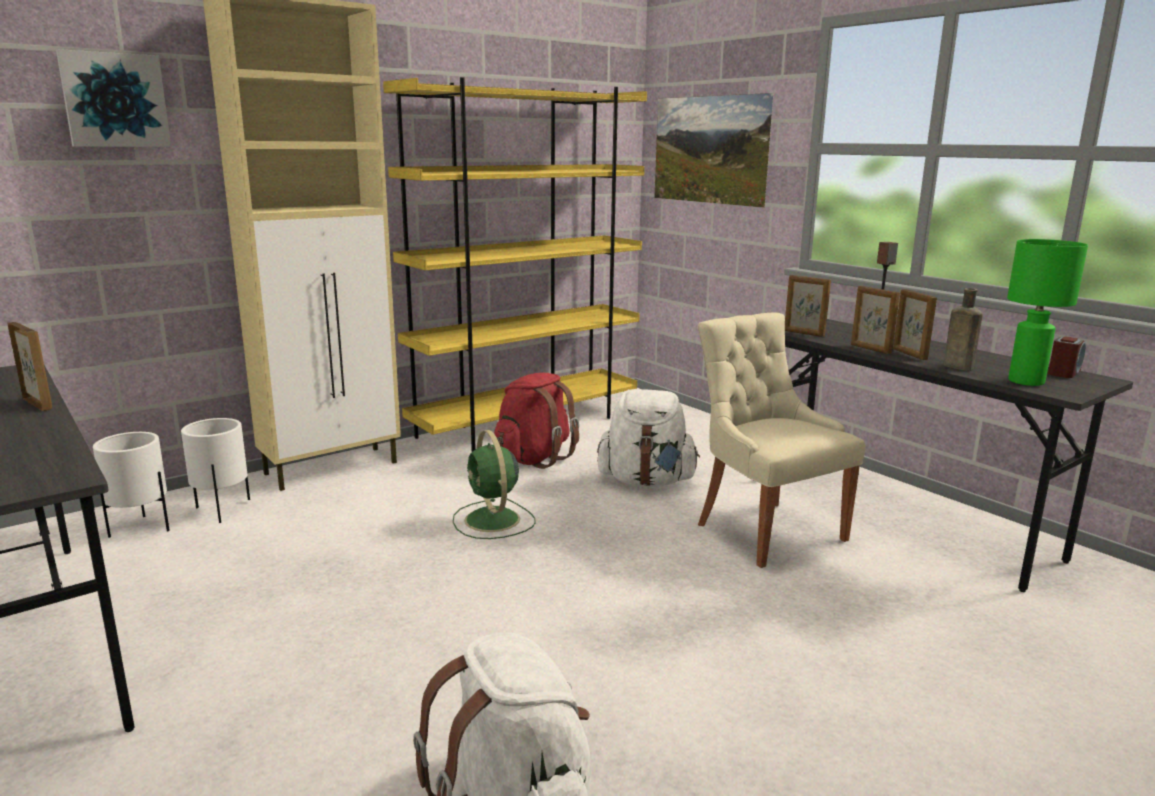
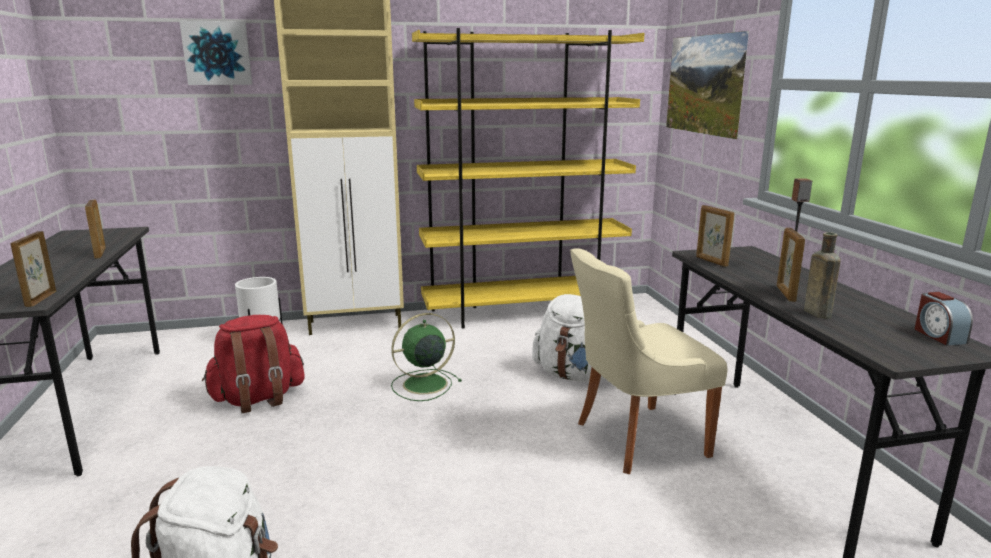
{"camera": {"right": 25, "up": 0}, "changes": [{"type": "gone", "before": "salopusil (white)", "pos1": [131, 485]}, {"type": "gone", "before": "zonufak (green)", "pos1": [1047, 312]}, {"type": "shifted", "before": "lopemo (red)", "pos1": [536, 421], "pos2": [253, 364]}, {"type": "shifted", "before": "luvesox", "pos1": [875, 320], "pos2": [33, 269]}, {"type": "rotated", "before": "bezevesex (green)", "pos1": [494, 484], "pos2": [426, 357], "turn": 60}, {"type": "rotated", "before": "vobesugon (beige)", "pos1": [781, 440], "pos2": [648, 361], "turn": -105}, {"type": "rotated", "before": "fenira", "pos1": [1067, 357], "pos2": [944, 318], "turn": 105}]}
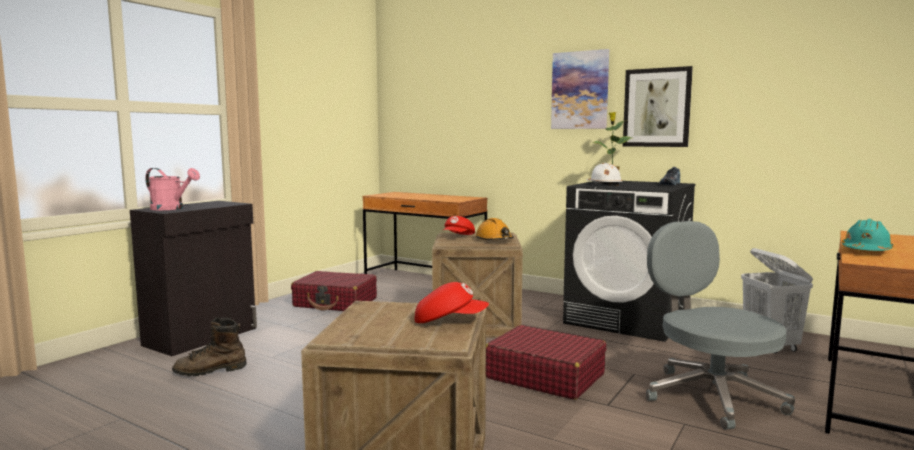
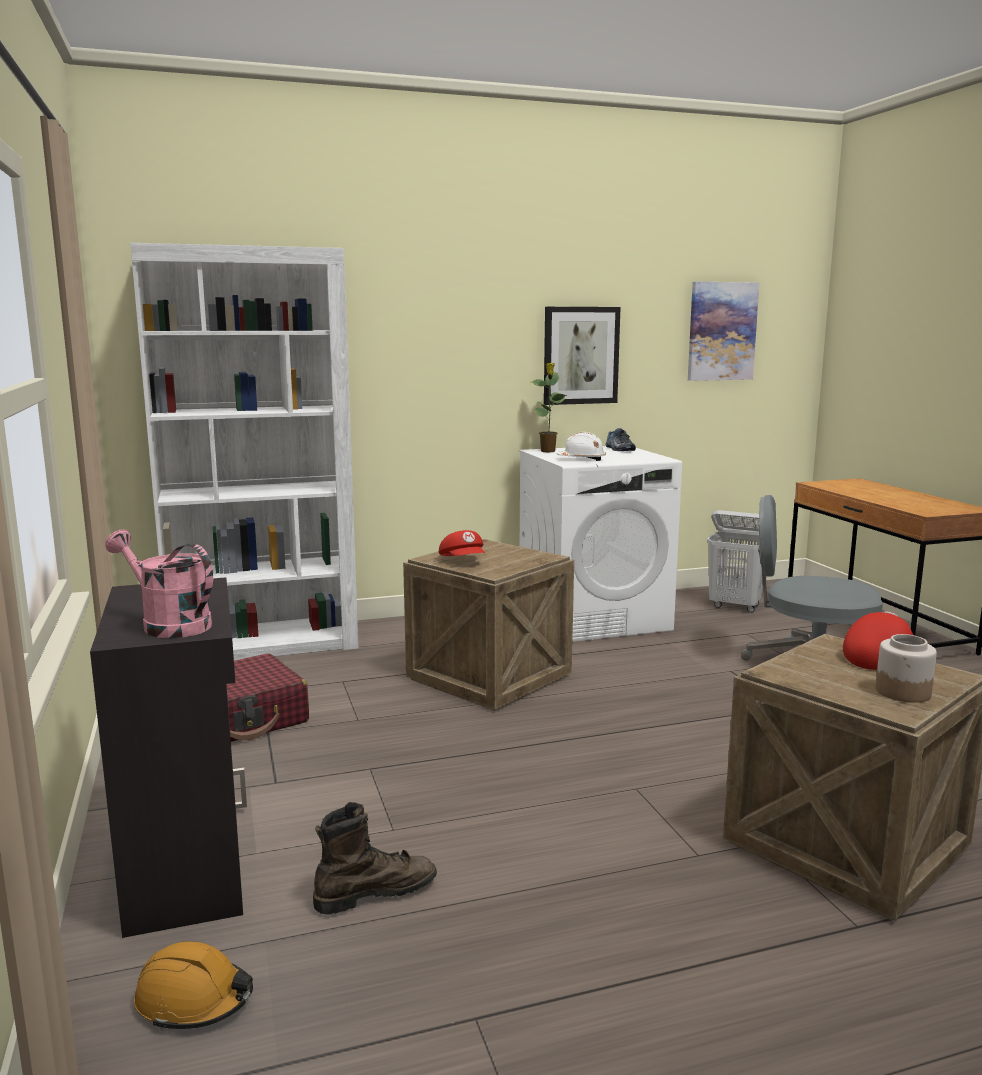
{"camera": {"right": -50, "up": 5}, "changes": [{"type": "gone", "before": "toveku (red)", "pos1": [546, 362]}, {"type": "gone", "before": "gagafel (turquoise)", "pos1": [868, 235]}, {"type": "new", "after": "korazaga", "pos2": [906, 668]}, {"type": "shifted", "before": "gagafel (orange)", "pos1": [495, 229], "pos2": [193, 986]}, {"type": "shifted", "before": "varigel", "pos1": [580, 89], "pos2": [723, 331]}, {"type": "swapped", "before": "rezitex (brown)", "after": "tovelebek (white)", "pos1": [424, 233], "pos2": [244, 452]}, {"type": "repainted", "before": "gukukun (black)", "after": "gukukun (white)", "pos1": [629, 261], "pos2": [600, 544]}, {"type": "rotated", "before": "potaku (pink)", "pos1": [172, 189], "pos2": [159, 584], "turn": -120}, {"type": "rotated", "before": "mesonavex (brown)", "pos1": [209, 346], "pos2": [375, 858], "turn": -135}]}
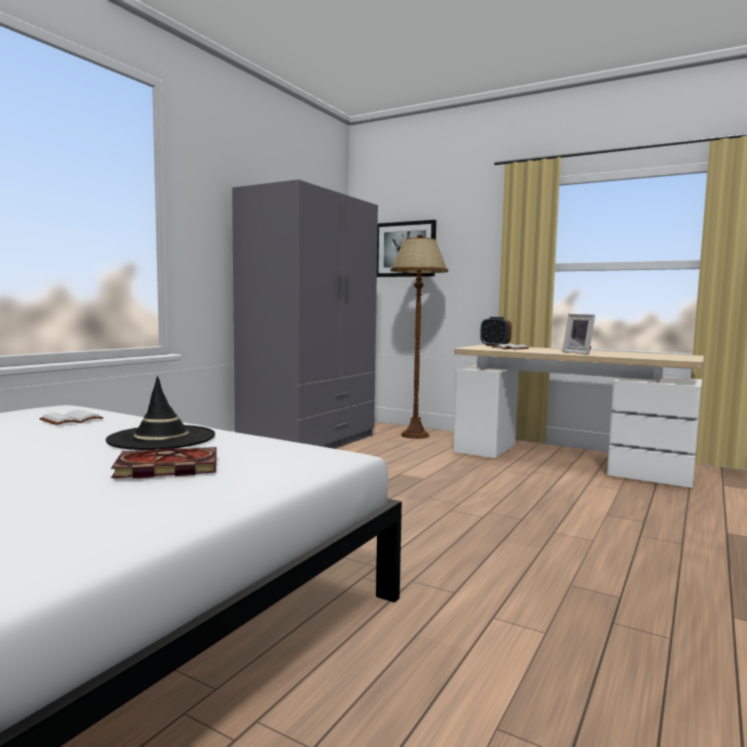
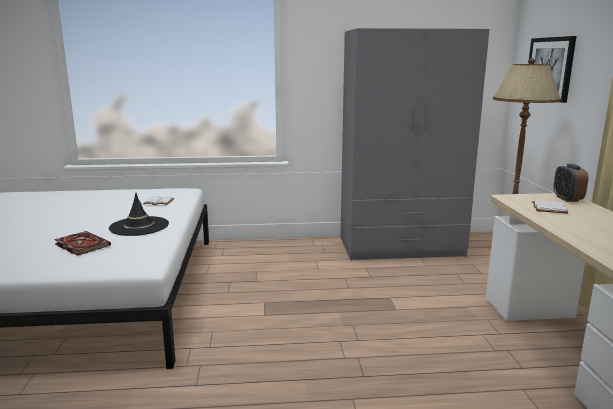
{"camera": {"right": 55, "up": 10}, "changes": [{"type": "gone", "before": "luvesox", "pos1": [578, 334]}]}
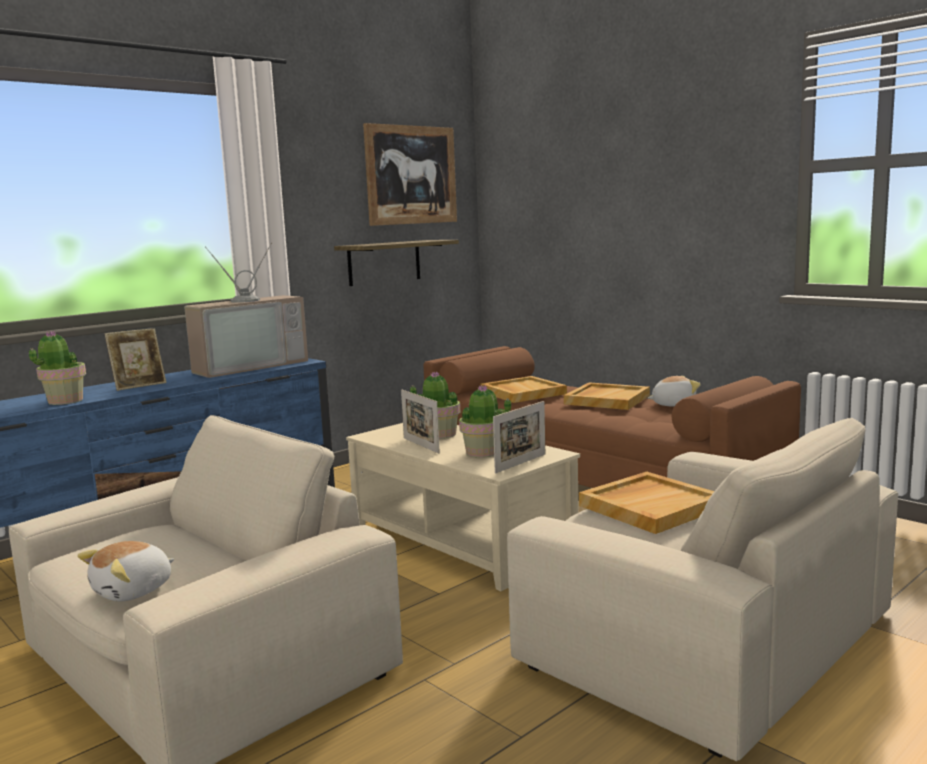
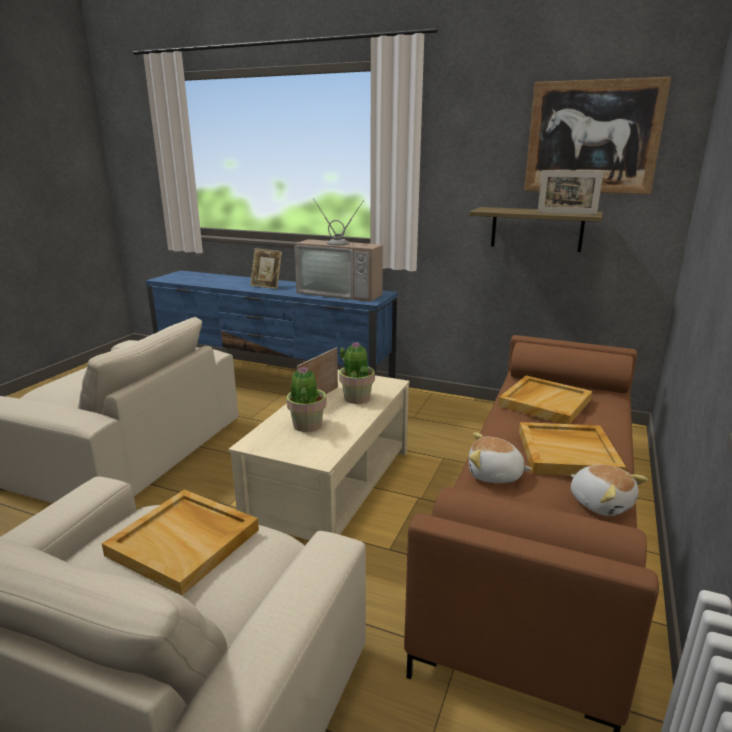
{"camera": {"right": 65, "up": 10}, "changes": [{"type": "gone", "before": "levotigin", "pos1": [57, 368]}, {"type": "shifted", "before": "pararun", "pos1": [125, 571], "pos2": [500, 457]}, {"type": "shifted", "before": "luvesox", "pos1": [519, 437], "pos2": [570, 192]}]}
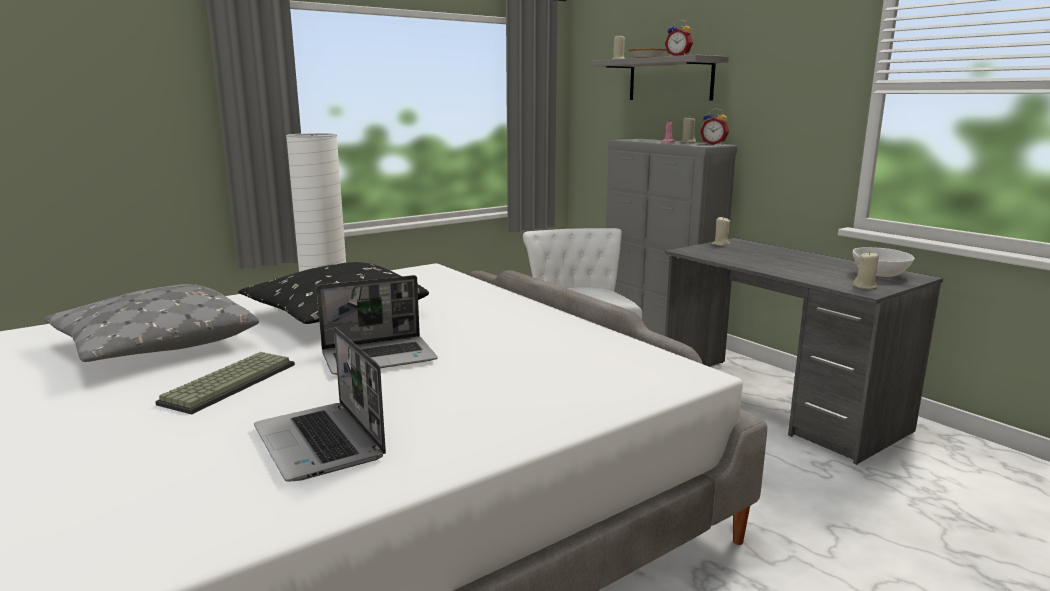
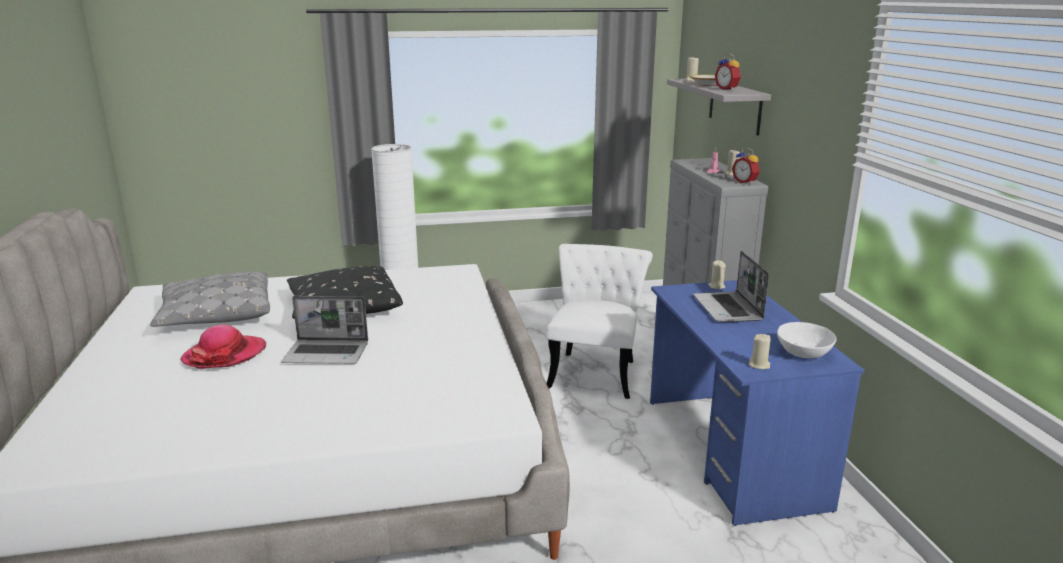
{"camera": {"right": 25, "up": 5}, "changes": [{"type": "shifted", "before": "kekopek", "pos1": [320, 404], "pos2": [731, 286]}, {"type": "swapped", "before": "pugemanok", "after": "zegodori", "pos1": [225, 383], "pos2": [223, 346]}, {"type": "repainted", "before": "rezitex (grey)", "after": "rezitex (blue)", "pos1": [804, 351], "pos2": [757, 403]}]}
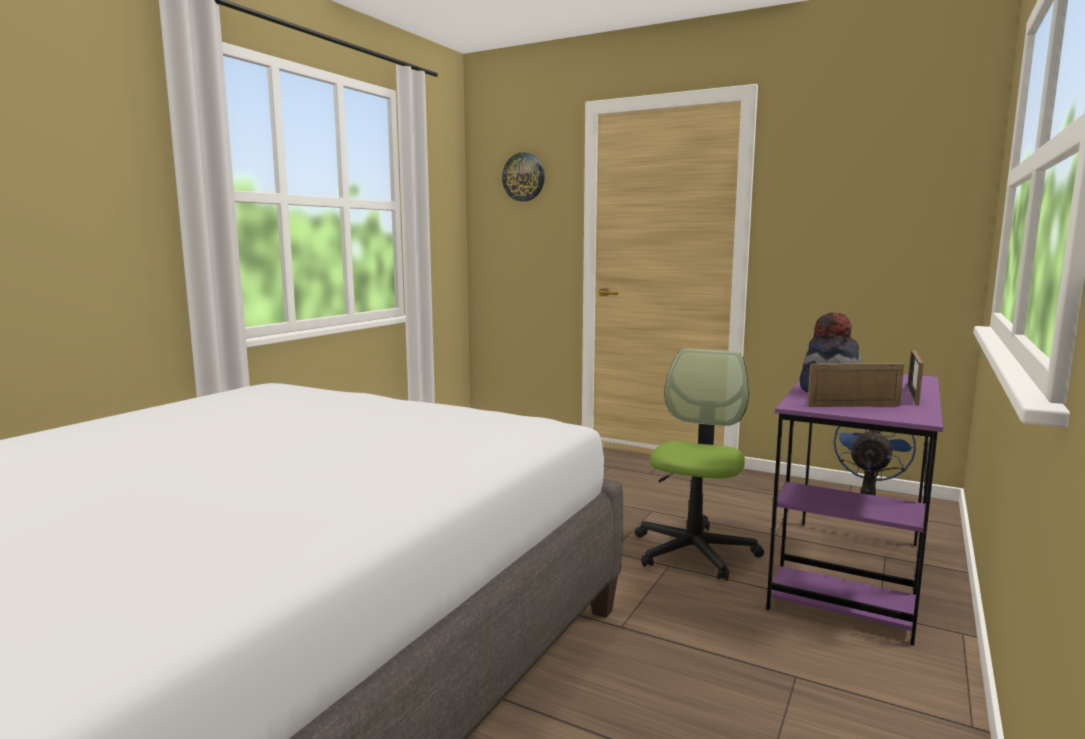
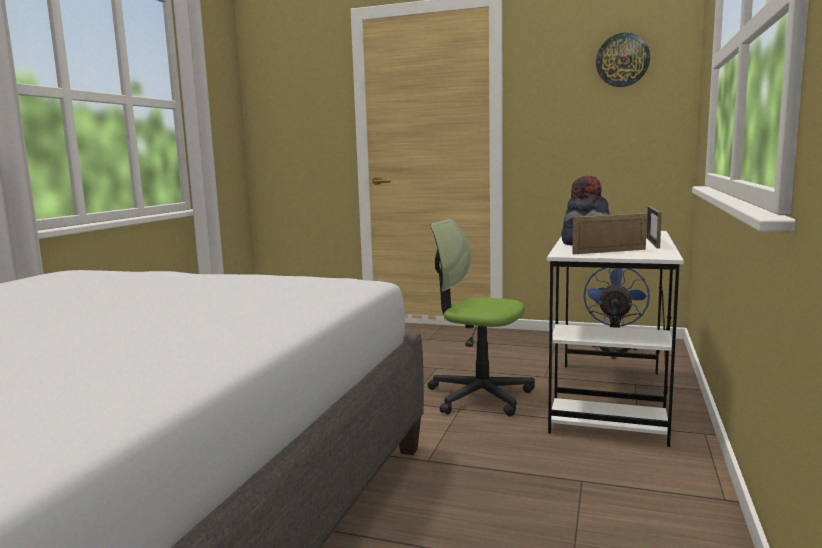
{"camera": {"right": -10, "up": 0}, "changes": [{"type": "shifted", "before": "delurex", "pos1": [523, 177], "pos2": [623, 60]}, {"type": "repainted", "before": "rezitex (purple)", "after": "rezitex (white)", "pos1": [854, 510], "pos2": [615, 339]}, {"type": "rotated", "before": "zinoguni", "pos1": [699, 464], "pos2": [481, 318], "turn": -75}]}
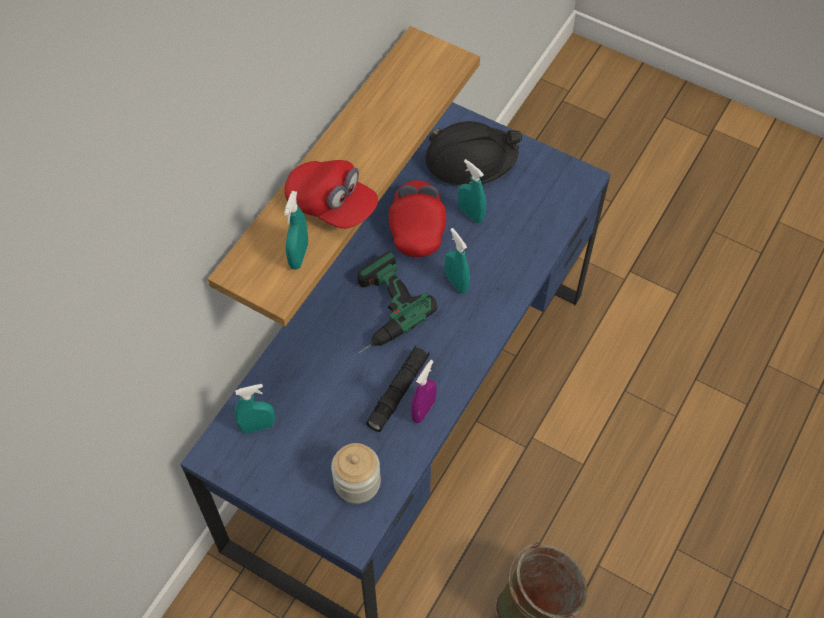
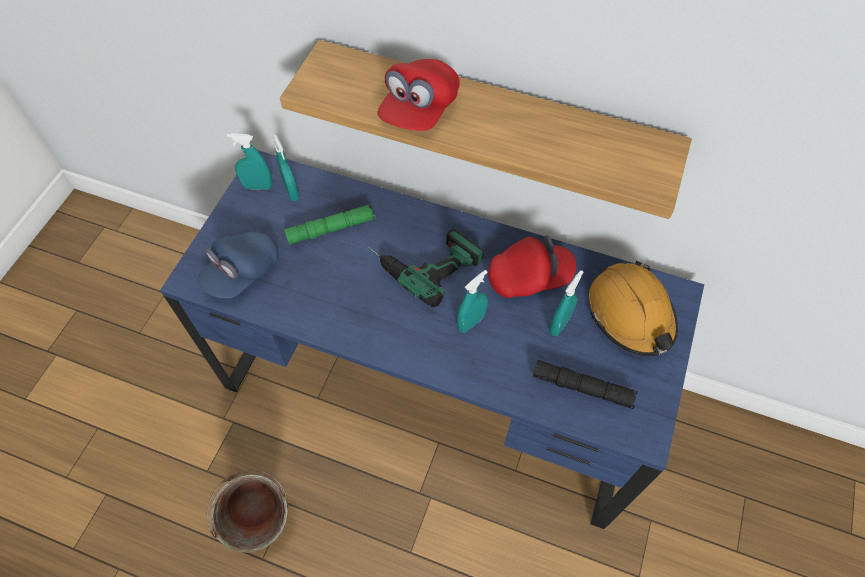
{"camera": {"right": 80, "up": 0}, "changes": [{"type": "gone", "before": "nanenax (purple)", "pos1": [424, 391]}, {"type": "new", "after": "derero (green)", "pos2": [330, 224]}, {"type": "shifted", "before": "nanenax (turquoise)", "pos1": [296, 230], "pos2": [249, 161]}, {"type": "shifted", "before": "derero (black)", "pos1": [398, 388], "pos2": [585, 384]}, {"type": "swapped", "before": "korazaga", "after": "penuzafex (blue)", "pos1": [356, 473], "pos2": [238, 264]}, {"type": "repainted", "before": "gagafel (black)", "after": "gagafel (orange)", "pos1": [473, 153], "pos2": [633, 308]}]}
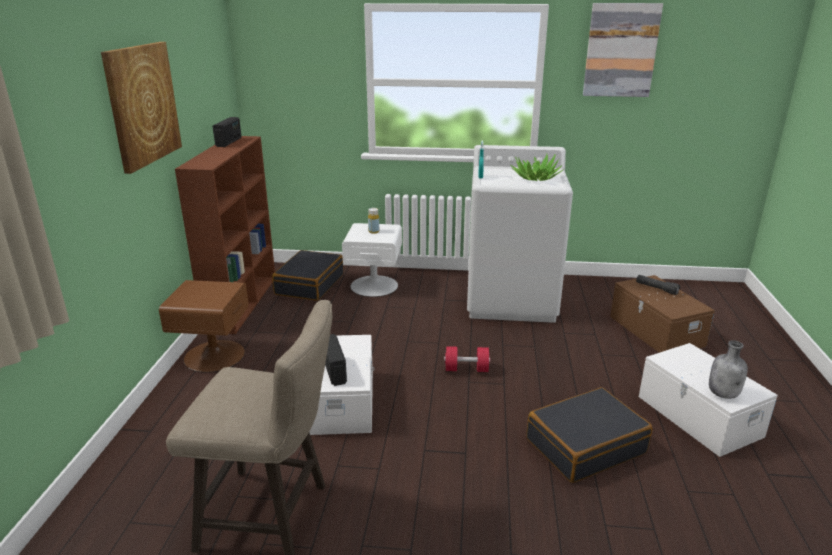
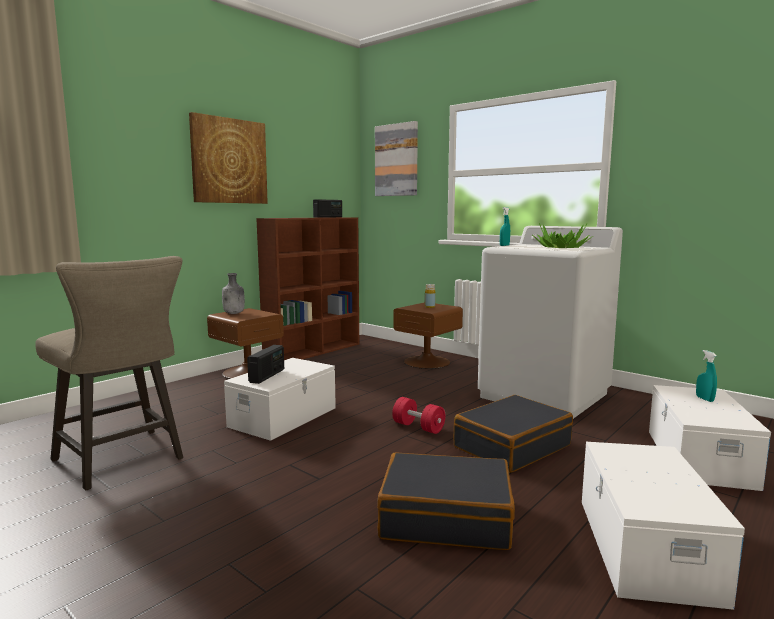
{"camera": {"right": 35, "up": -15}, "changes": [{"type": "shifted", "before": "toveku (black)", "pos1": [307, 275], "pos2": [513, 434]}, {"type": "shifted", "before": "varigel", "pos1": [623, 50], "pos2": [396, 158]}, {"type": "shifted", "before": "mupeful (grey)", "pos1": [728, 369], "pos2": [233, 293]}, {"type": "swapped", "before": "derero (black)", "after": "nanenax (turquoise)", "pos1": [658, 285], "pos2": [706, 376]}, {"type": "repainted", "before": "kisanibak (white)", "after": "kisanibak (brown)", "pos1": [372, 260], "pos2": [428, 335]}, {"type": "repainted", "before": "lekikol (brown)", "after": "lekikol (white)", "pos1": [662, 314], "pos2": [710, 438]}]}
